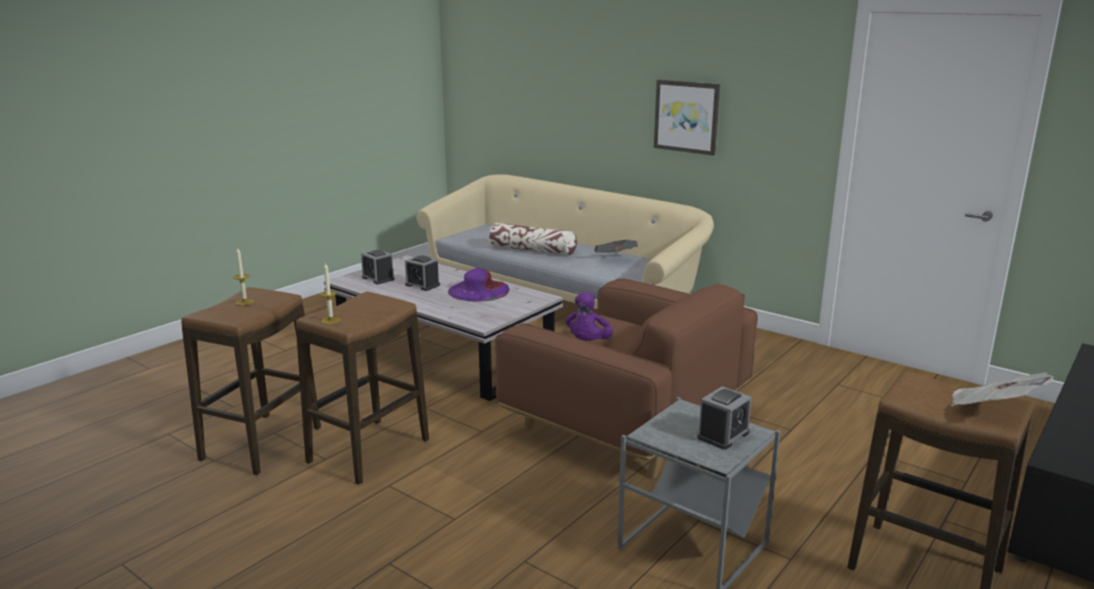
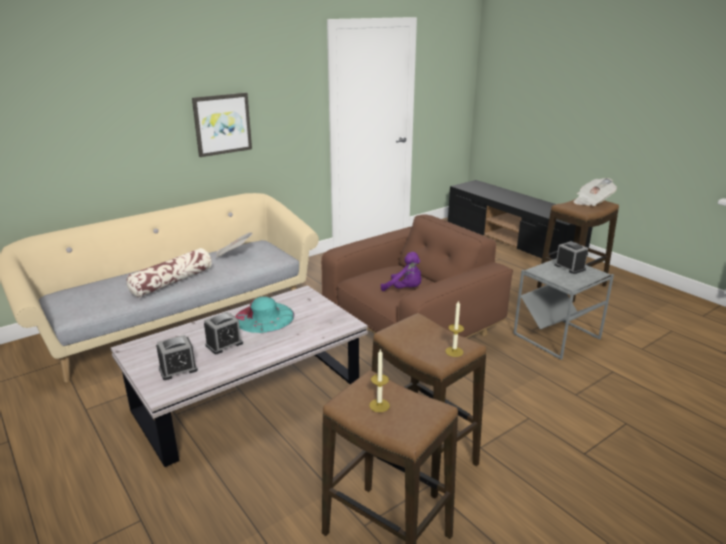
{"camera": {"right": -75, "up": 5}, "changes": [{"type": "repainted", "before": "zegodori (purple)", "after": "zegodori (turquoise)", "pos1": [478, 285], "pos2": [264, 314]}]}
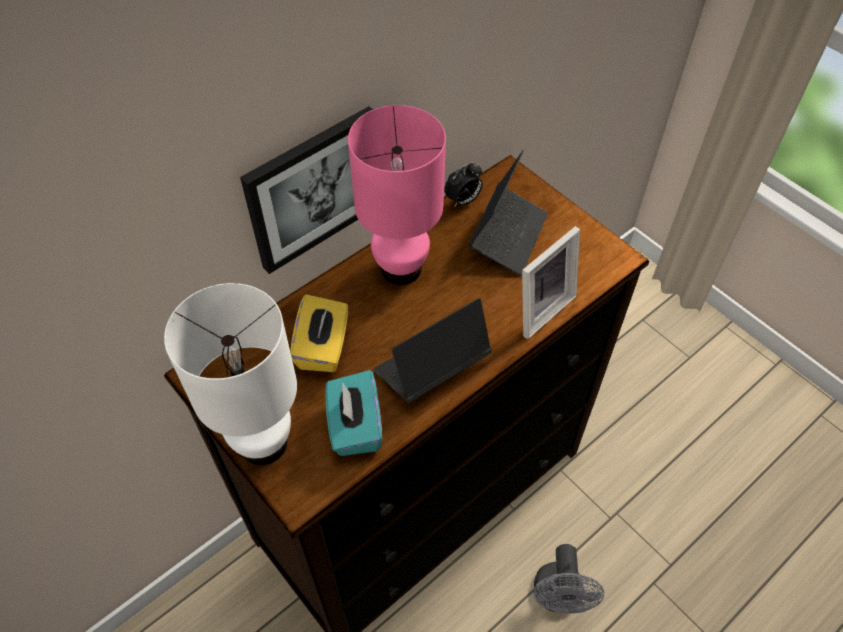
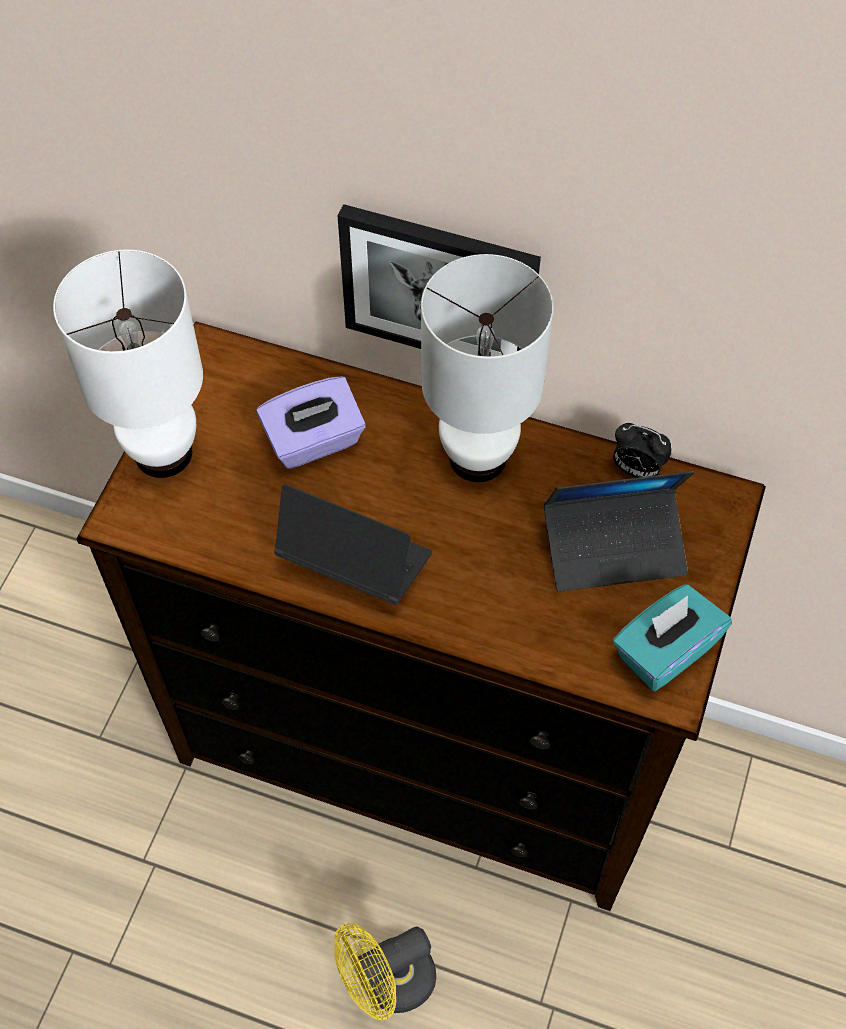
{"camera": {"right": 60, "up": 5}, "changes": [{"type": "gone", "before": "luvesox", "pos1": [551, 282]}, {"type": "shifted", "before": "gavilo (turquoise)", "pos1": [353, 413], "pos2": [672, 637]}, {"type": "repainted", "before": "gavilo (yellow)", "after": "gavilo (purple)", "pos1": [319, 333], "pos2": [311, 422]}, {"type": "repainted", "before": "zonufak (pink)", "after": "zonufak (white)", "pos1": [397, 195], "pos2": [487, 368]}, {"type": "repainted", "before": "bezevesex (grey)", "after": "bezevesex (yellow)", "pos1": [569, 579], "pos2": [385, 971]}]}
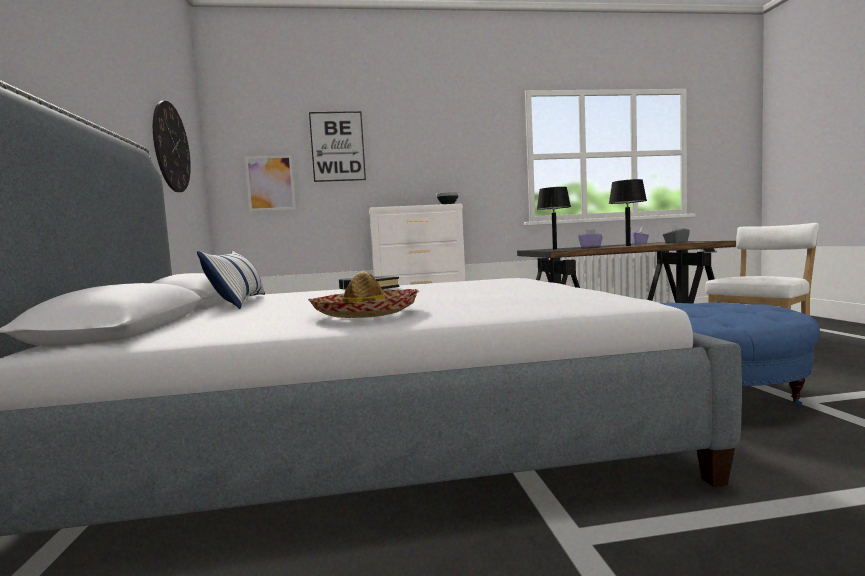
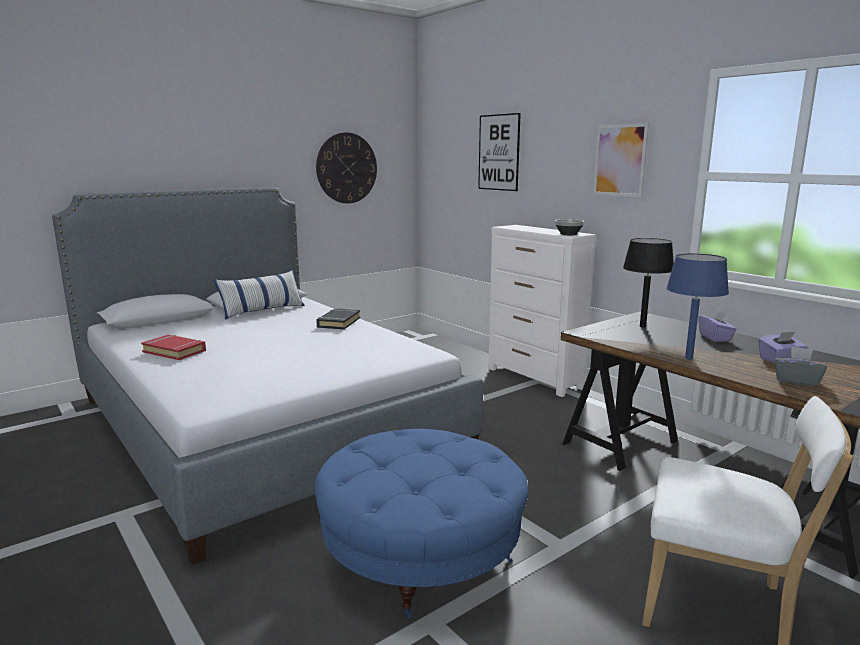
{"camera": {"right": 60, "up": 10}, "changes": [{"type": "shifted", "before": "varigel", "pos1": [270, 183], "pos2": [621, 160]}, {"type": "swapped", "before": "zegodori", "after": "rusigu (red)", "pos1": [363, 294], "pos2": [173, 347]}, {"type": "repainted", "before": "zonufak (black)", "after": "zonufak (blue)", "pos1": [628, 212], "pos2": [697, 306]}]}
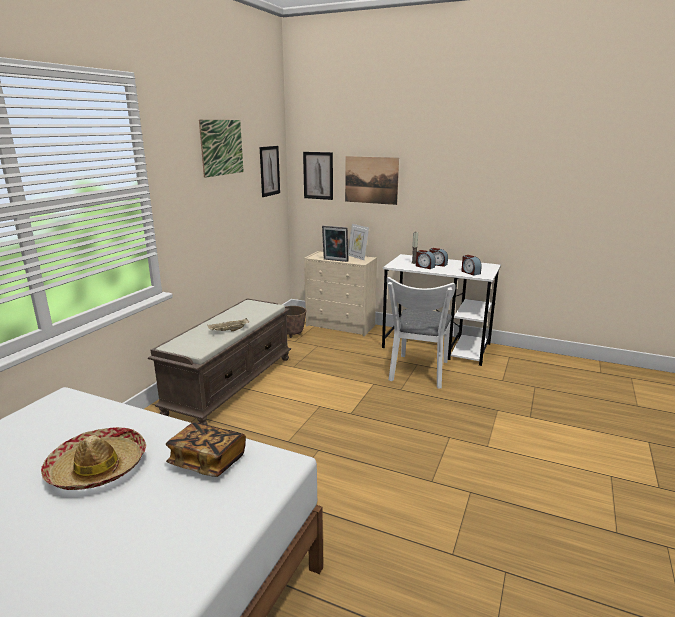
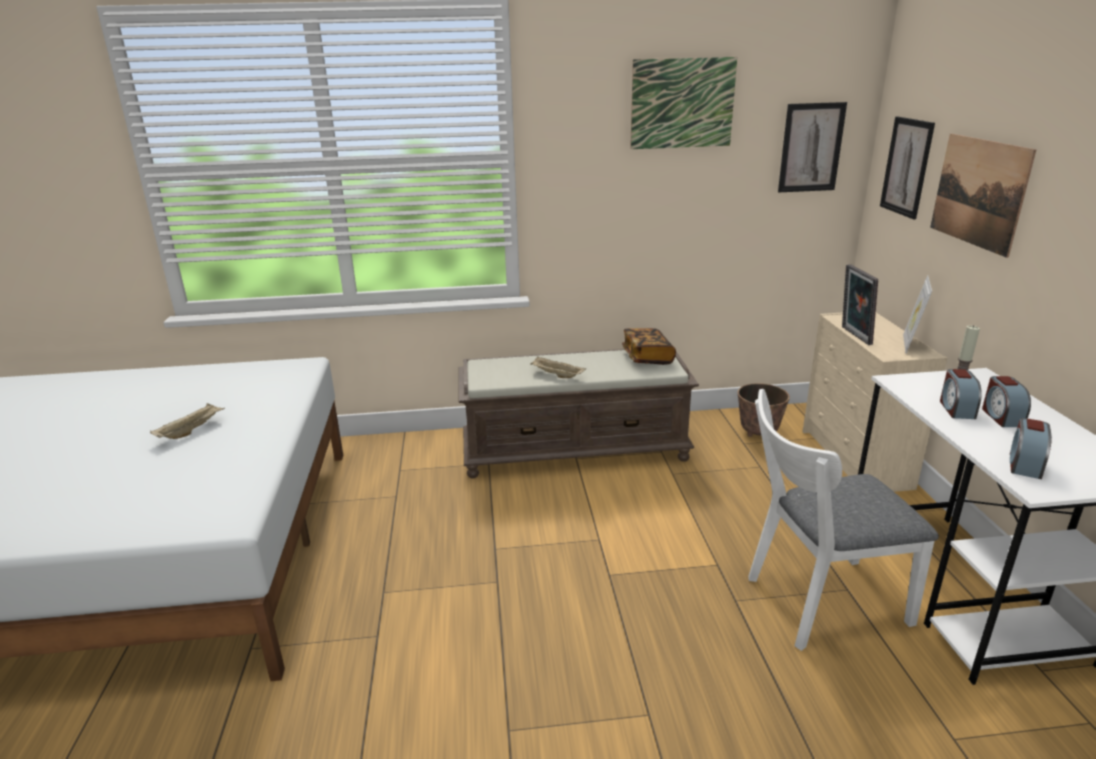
{"camera": {"right": 60, "up": 5}, "changes": [{"type": "shifted", "before": "rusigu", "pos1": [206, 449], "pos2": [649, 346]}, {"type": "swapped", "before": "zegodori", "after": "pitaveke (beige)", "pos1": [93, 458], "pos2": [187, 421]}]}
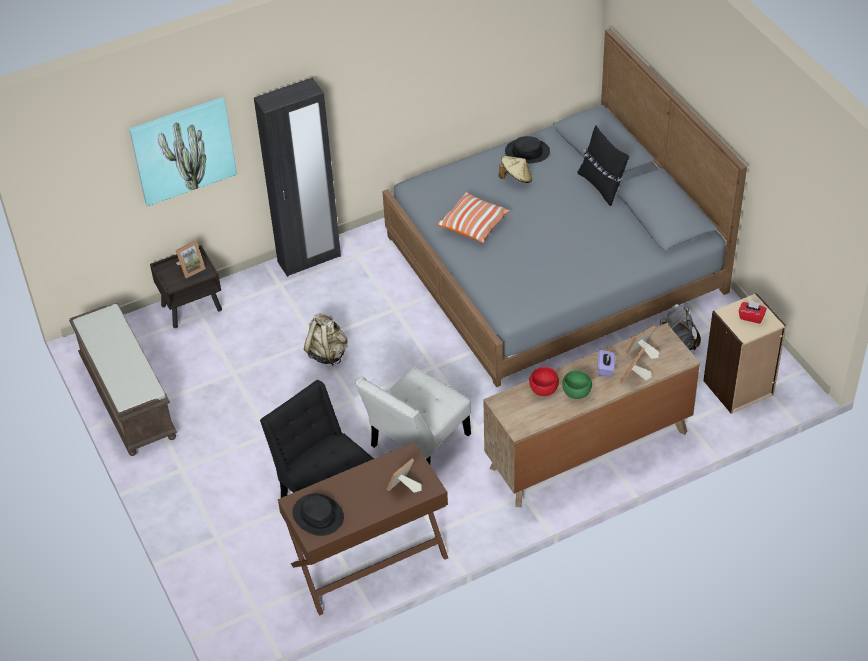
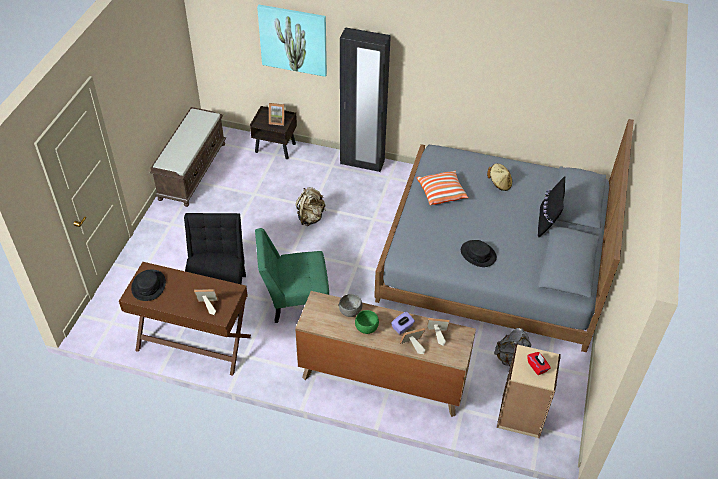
{"camera": {"right": 40, "up": 0}, "changes": [{"type": "shifted", "before": "zegodori (black)", "pos1": [527, 149], "pos2": [479, 253]}, {"type": "repainted", "before": "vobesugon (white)", "after": "vobesugon (green)", "pos1": [413, 415], "pos2": [292, 275]}, {"type": "repainted", "before": "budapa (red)", "after": "budapa (grey)", "pos1": [544, 381], "pos2": [350, 305]}]}
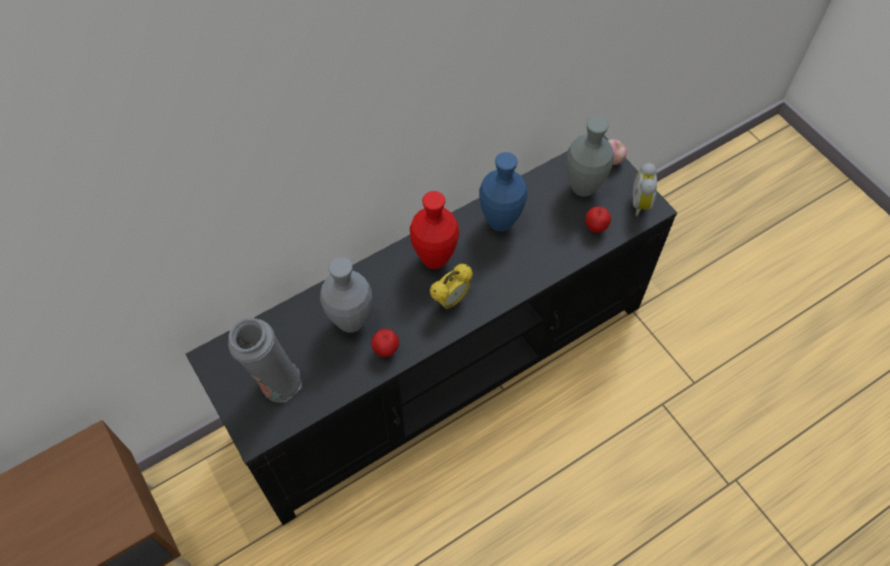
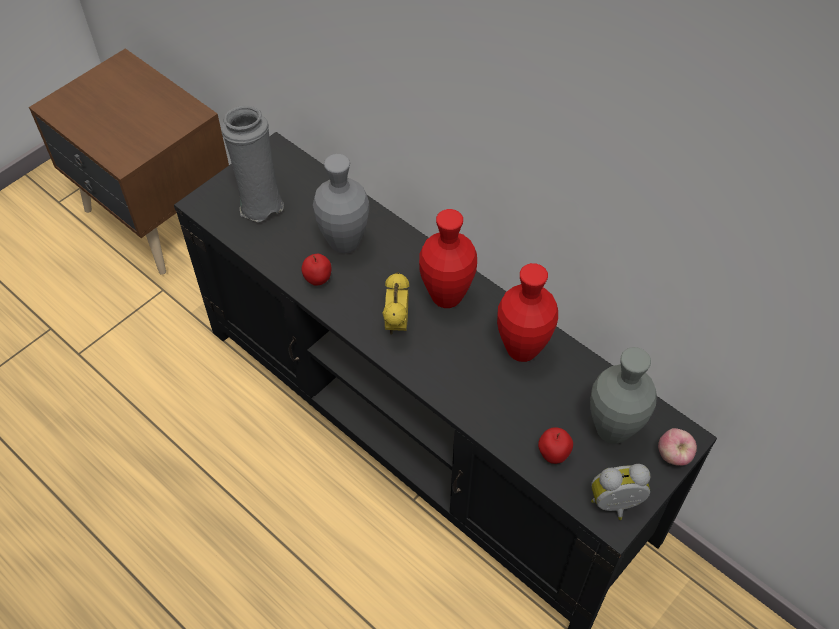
{"camera": {"right": 75, "up": -5}, "changes": [{"type": "repainted", "before": "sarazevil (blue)", "after": "sarazevil (red)", "pos1": [503, 192], "pos2": [527, 312]}, {"type": "rotated", "before": "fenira", "pos1": [451, 287], "pos2": [395, 303], "turn": 60}]}
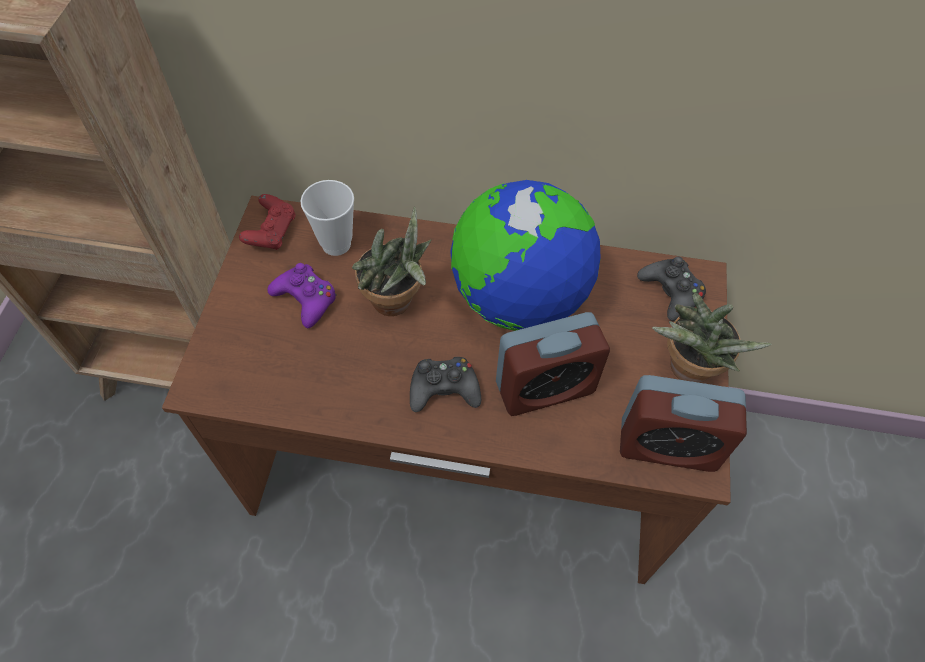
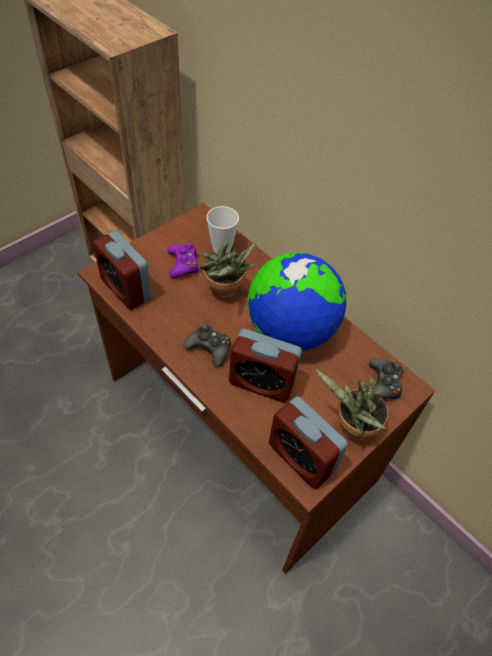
{"camera": {"right": 35, "up": -5}, "changes": [{"type": "gone", "before": "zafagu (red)", "pos1": [267, 222]}, {"type": "new", "after": "fenira", "pos2": [122, 270]}]}
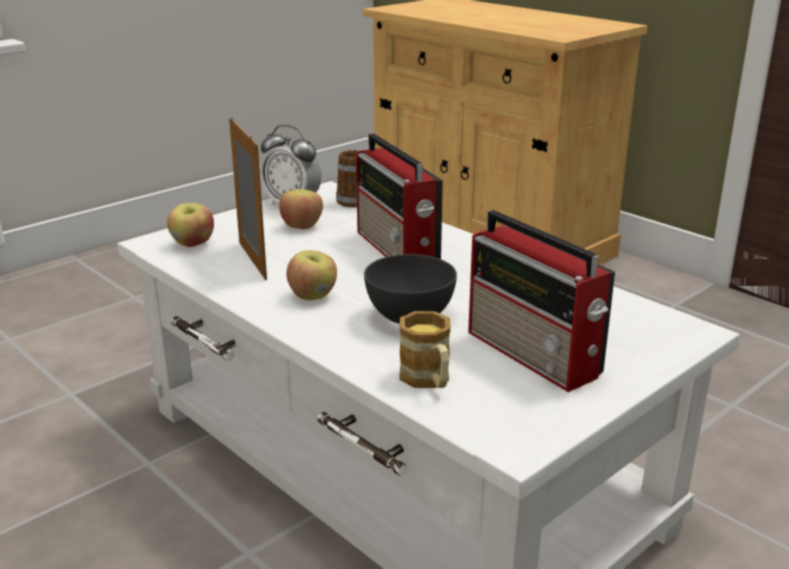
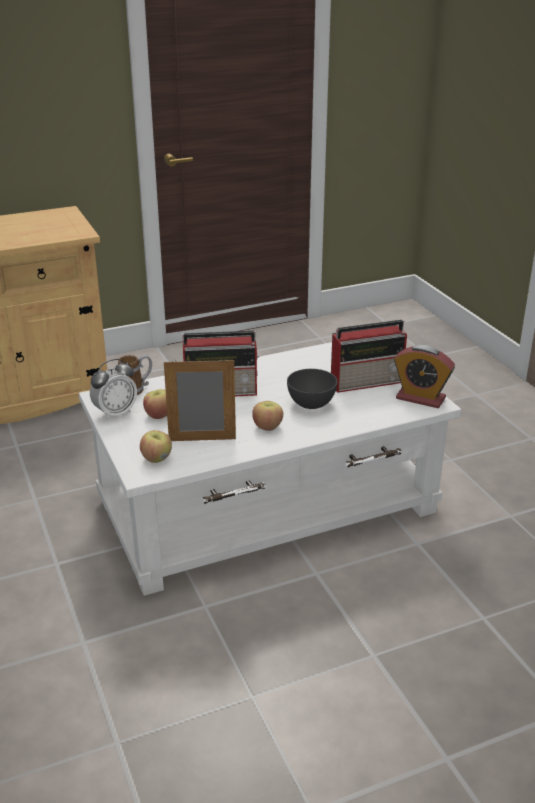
{"camera": {"right": -70, "up": 5}, "changes": [{"type": "gone", "before": "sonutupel", "pos1": [425, 349]}, {"type": "new", "after": "fenira", "pos2": [424, 376]}]}
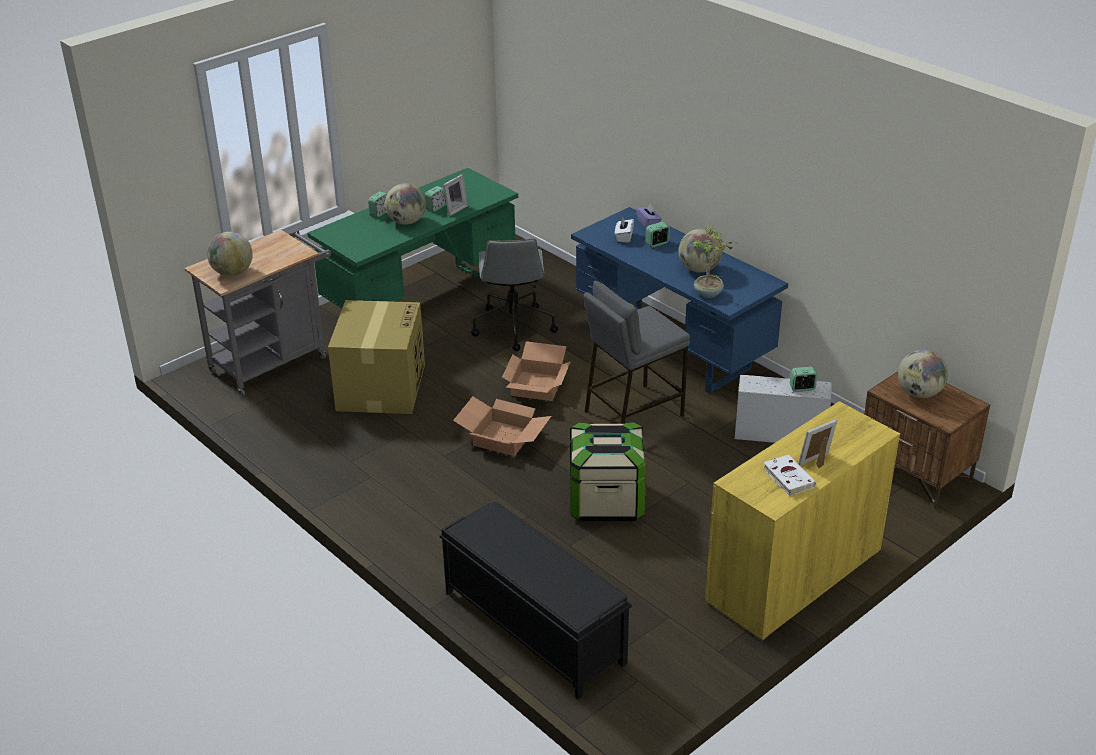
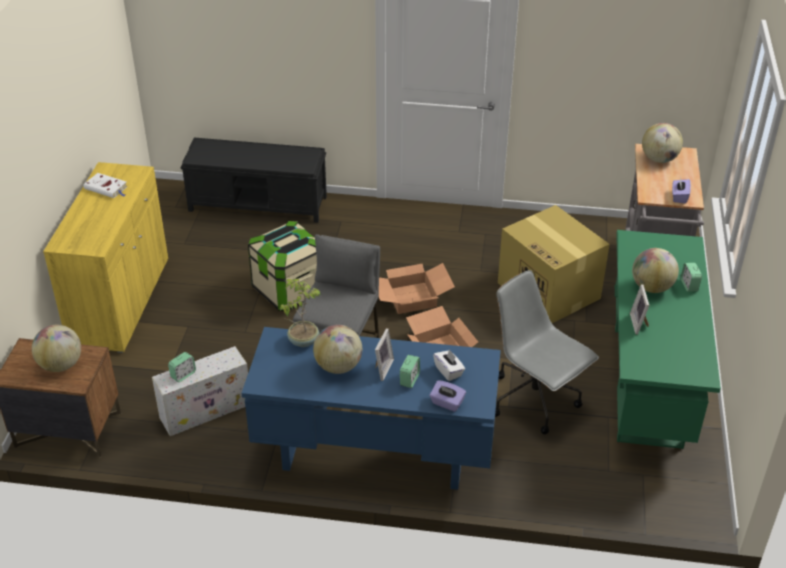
{"camera": {"right": 140, "up": 5}, "changes": [{"type": "gone", "before": "fenira", "pos1": [436, 199]}, {"type": "new", "after": "gavilo (purple)", "pos2": [681, 190]}, {"type": "shifted", "before": "luvesox", "pos1": [817, 443], "pos2": [384, 354]}]}
